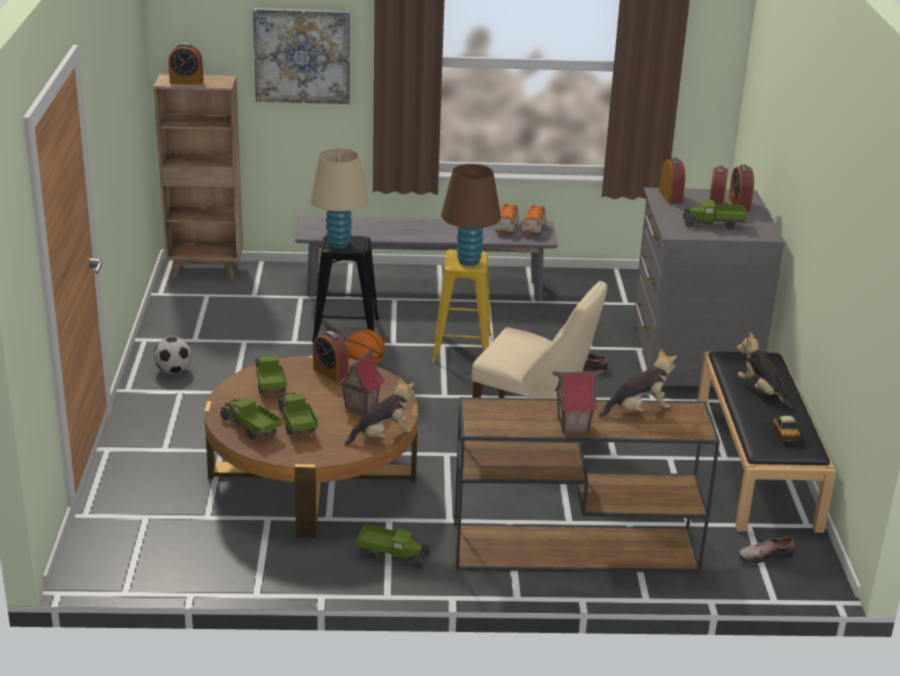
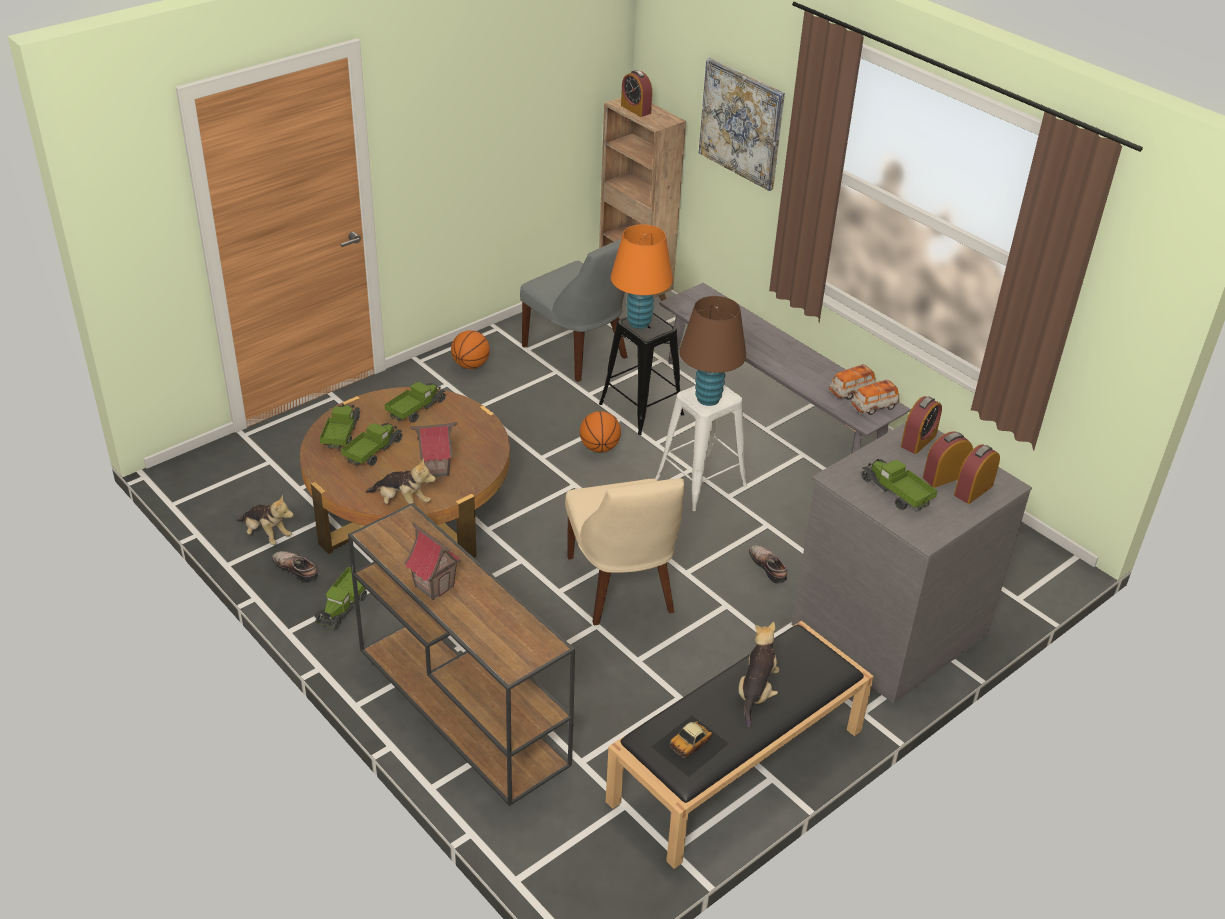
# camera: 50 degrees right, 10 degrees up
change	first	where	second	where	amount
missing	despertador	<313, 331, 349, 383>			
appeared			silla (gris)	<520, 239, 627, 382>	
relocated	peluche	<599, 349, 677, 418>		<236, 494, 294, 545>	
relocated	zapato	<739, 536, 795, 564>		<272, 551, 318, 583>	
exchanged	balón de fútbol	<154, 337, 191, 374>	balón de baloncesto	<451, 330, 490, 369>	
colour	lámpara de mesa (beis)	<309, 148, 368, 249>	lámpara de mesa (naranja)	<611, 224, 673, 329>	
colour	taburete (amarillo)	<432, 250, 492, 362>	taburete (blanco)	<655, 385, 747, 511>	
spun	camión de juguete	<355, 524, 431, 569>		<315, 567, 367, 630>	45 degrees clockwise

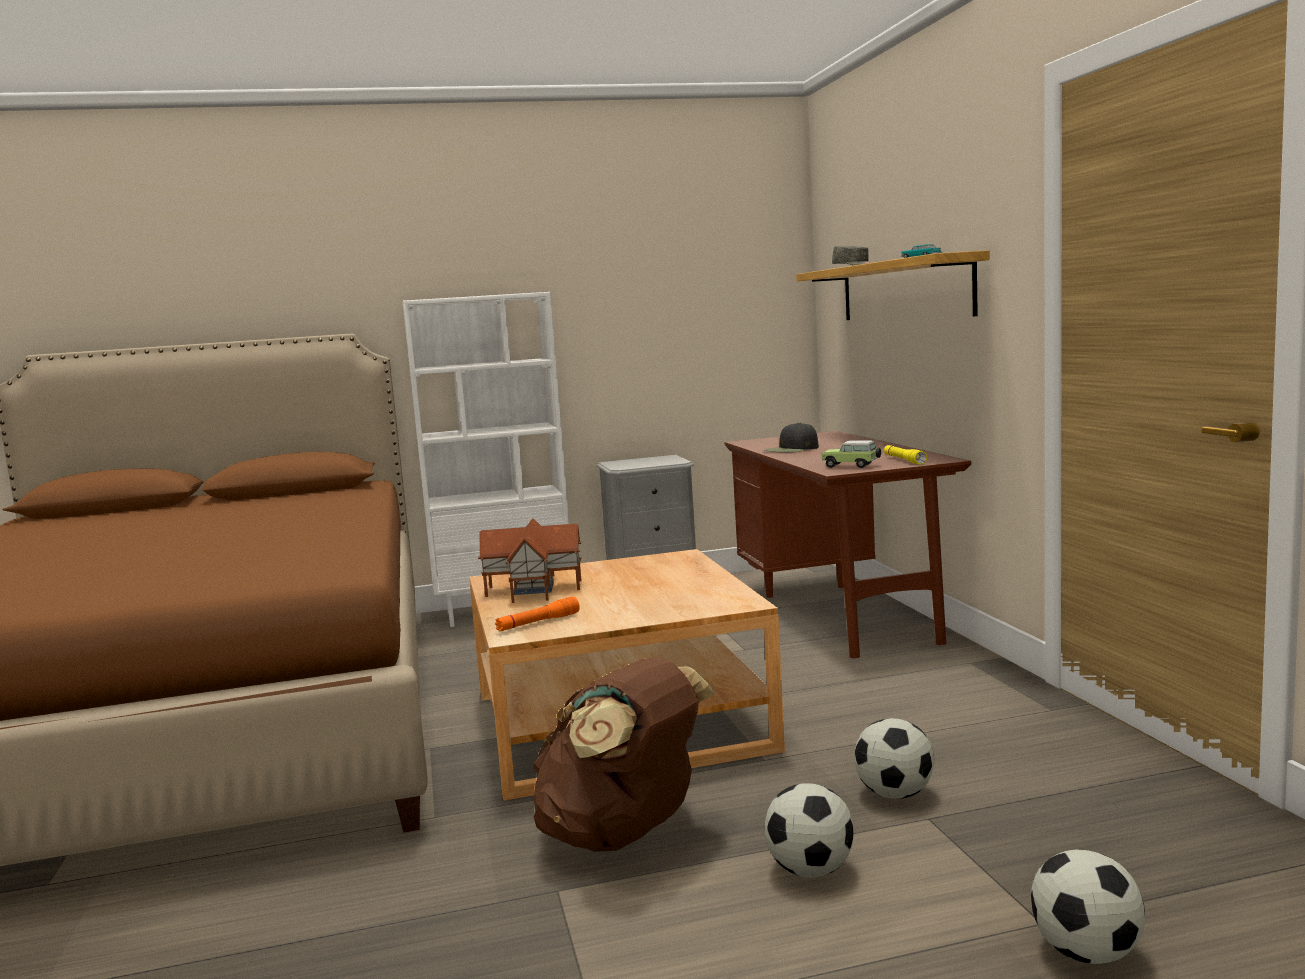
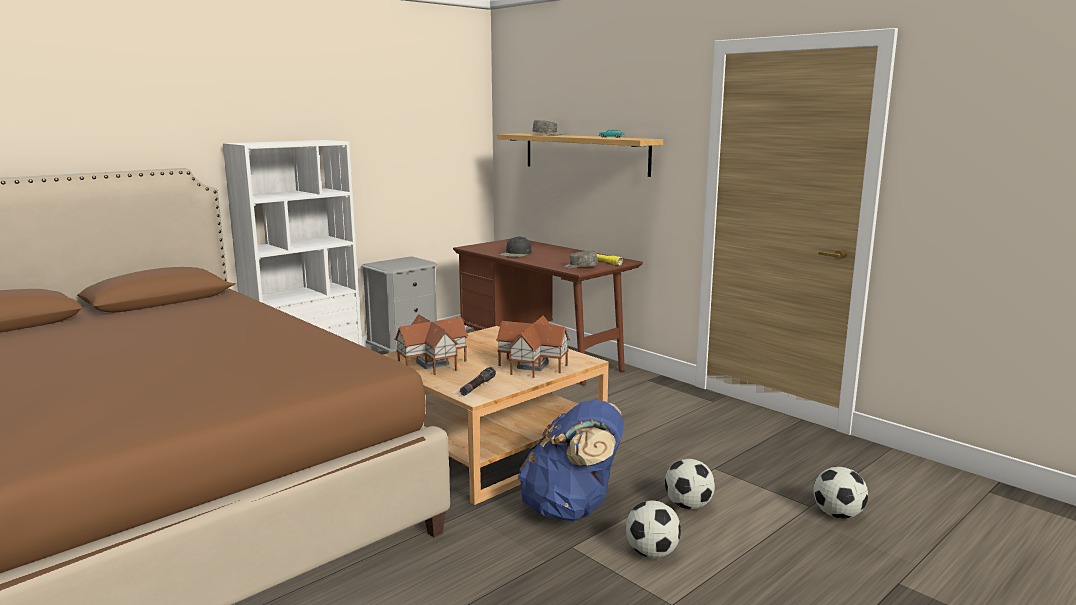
# camera: 30 degrees left, 5 degrees up
change	first	where	second	where	amount
appeared			casita	<496, 316, 570, 378>	
relocated	balón de fútbol	<854, 718, 934, 799>		<626, 500, 681, 558>	
exchanged	coche de juguete	<821, 440, 881, 468>	gorra (gris)	<563, 250, 598, 269>	
colour	linterna (naranja)	<495, 597, 580, 632>	linterna (negro)	<460, 367, 496, 396>	
colour	mochila (marrón)	<533, 657, 715, 852>	mochila (azul)	<518, 400, 624, 521>	

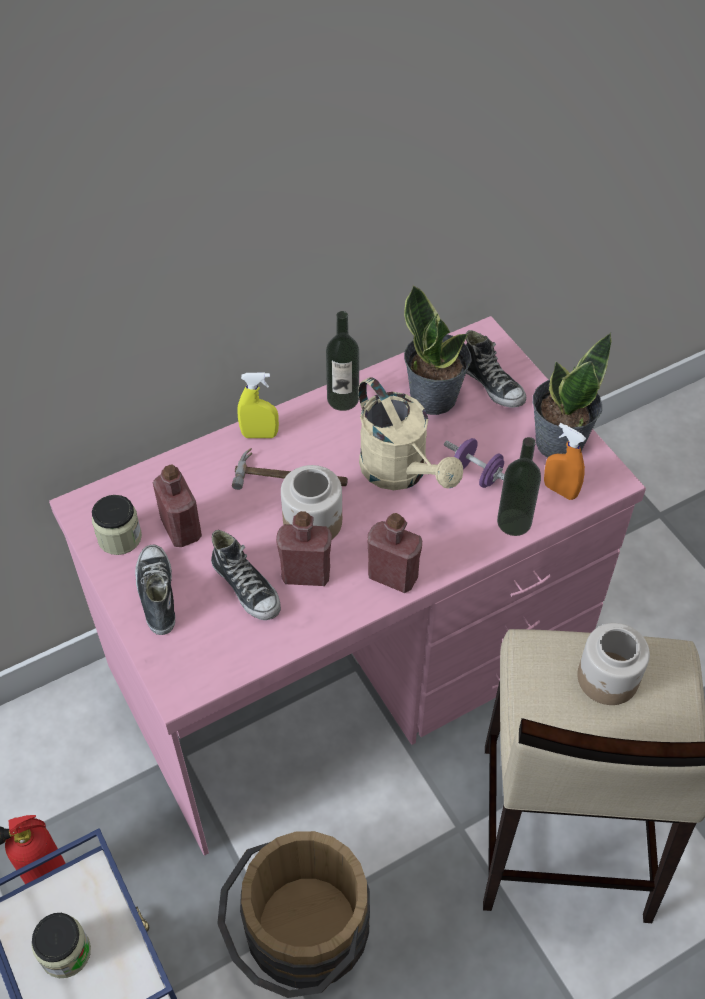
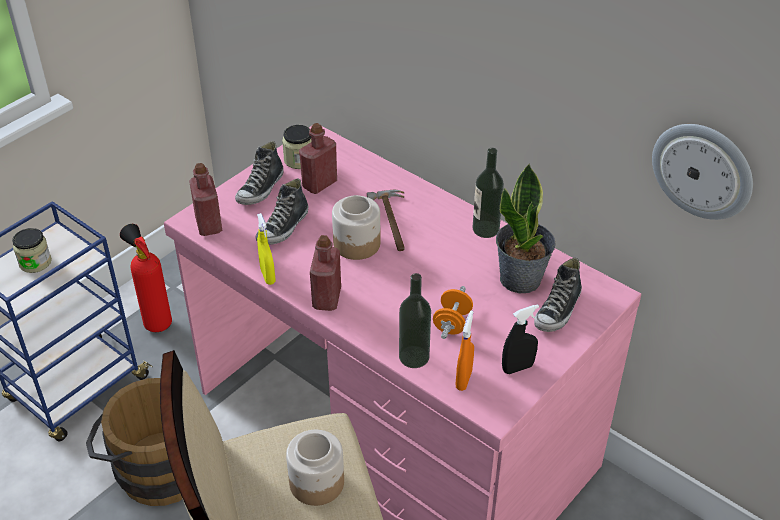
# camera: 70 degrees right, 10 degrees down
change	first	where	second	where	amount
missing	regadera (beis)	<358, 377, 463, 490>			
appeared			reloj de pared	<652, 124, 753, 220>	
relocated	pulverizador (amarillo)	<237, 373, 279, 438>		<257, 213, 275, 285>	
relocated	botella (rojo)	<276, 511, 332, 586>		<189, 163, 222, 236>	
exchanged	planta en maceta	<533, 333, 612, 458>	pulverizador (negro)	<502, 304, 539, 374>	
colour	mancuerna (morado)	<444, 438, 505, 488>	mancuerna (naranja)	<433, 286, 473, 339>	
spun	zapato	<135, 545, 175, 635>		<235, 141, 284, 205>	150 degrees clockwise

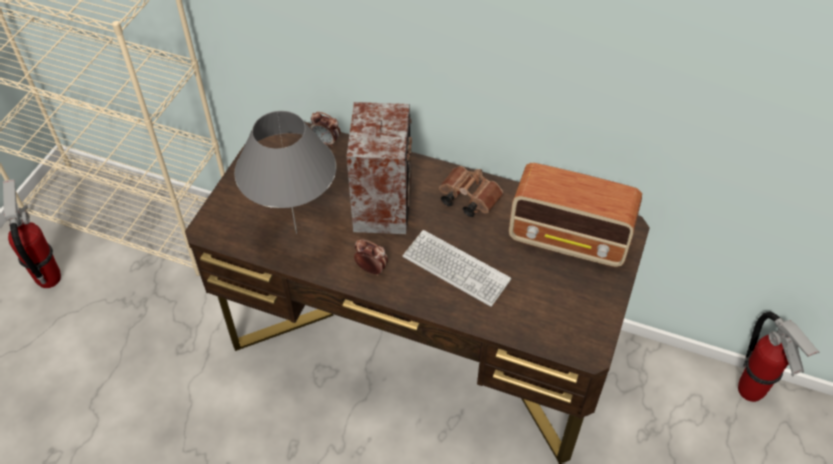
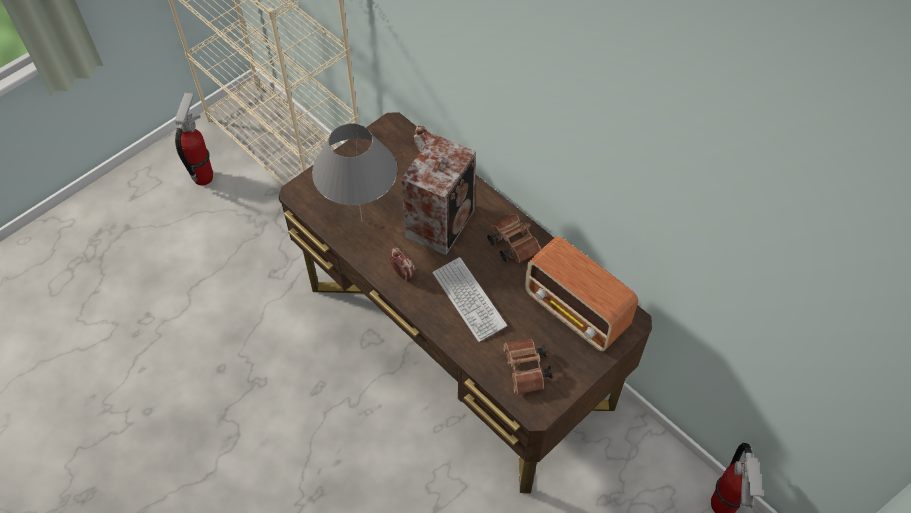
# camera: 25 degrees right, 5 degrees up
change	first	where	second	where	amount
appeared			prismáticos (marrón)	<503, 339, 553, 395>	

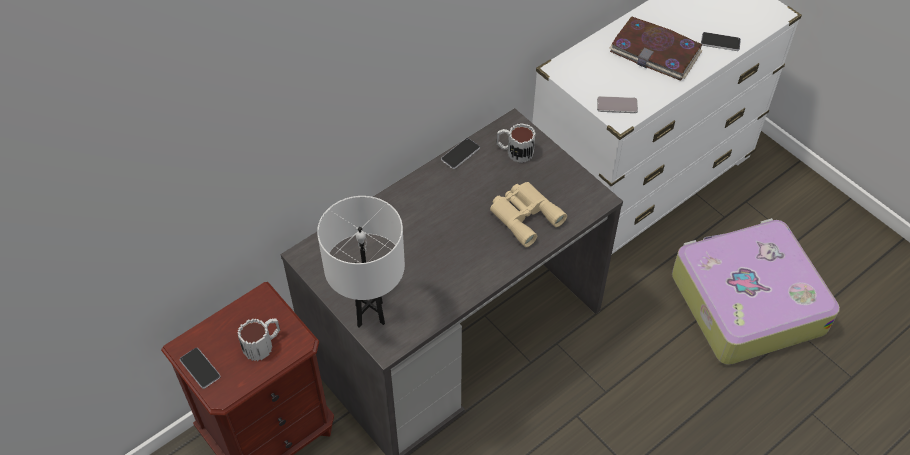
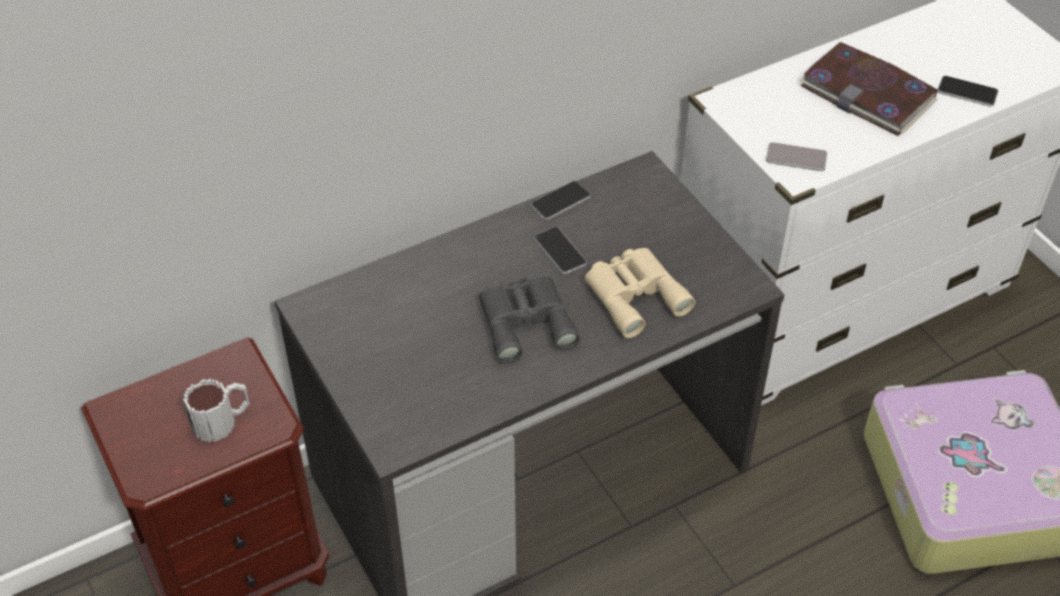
# camera: 10 degrees right, 5 degrees down
change	first	where	second	where	amount
missing	lámpara de mesa (blanco)	<317, 196, 405, 328>			
missing	taza grande	<497, 123, 536, 163>			
appeared			prismáticos (gris)	<479, 275, 580, 364>	
relocated	móvil	<180, 348, 221, 389>		<534, 227, 587, 274>	

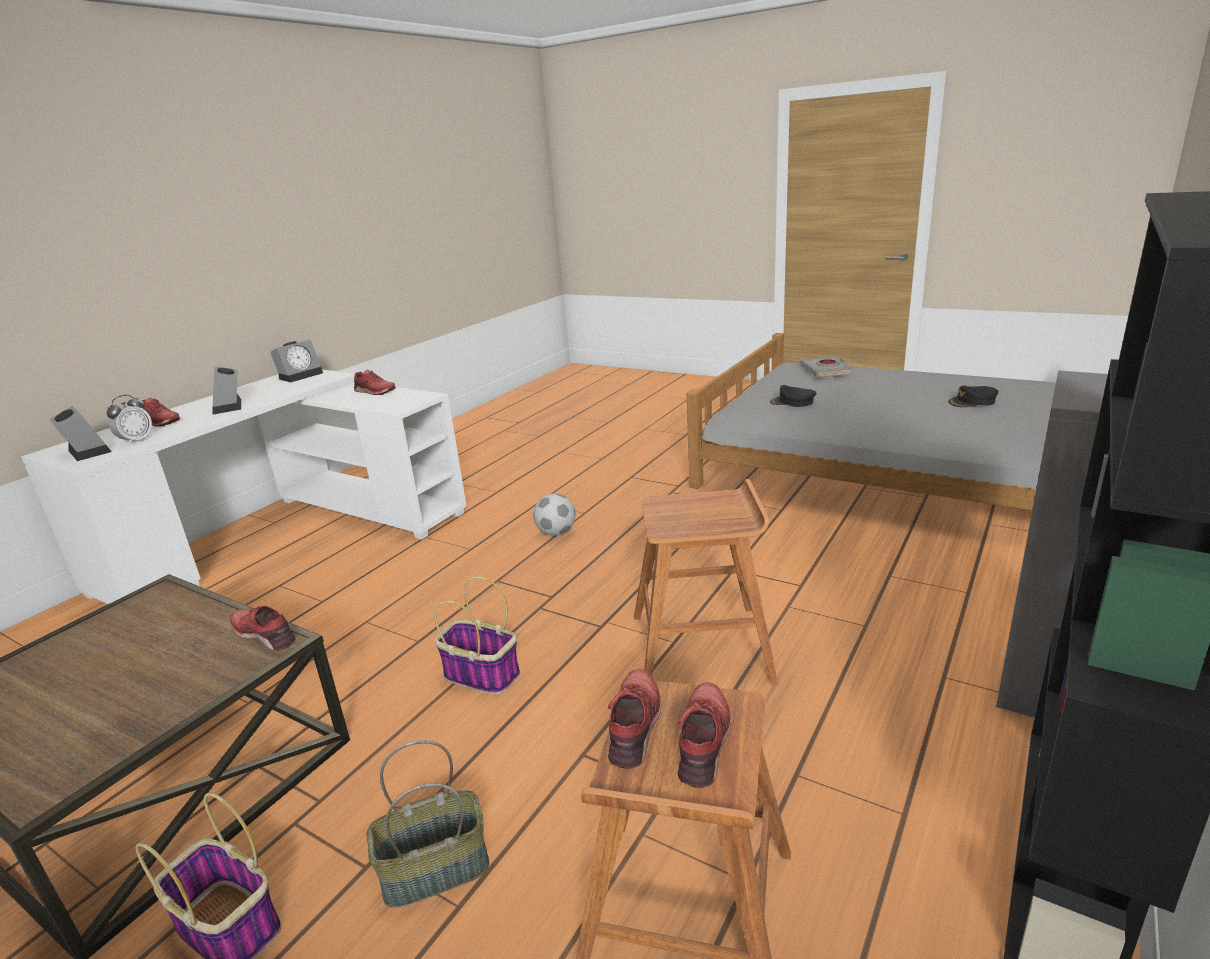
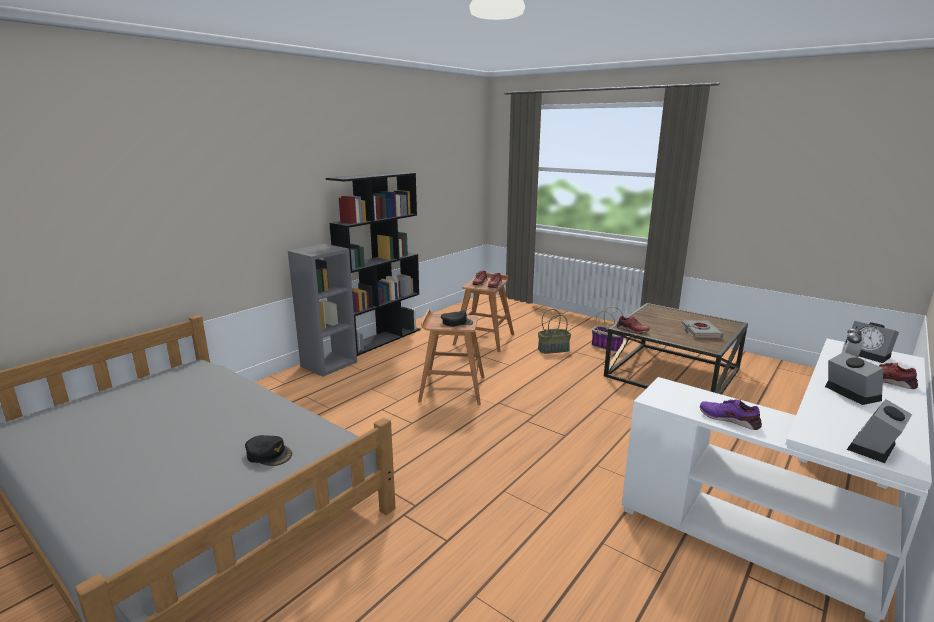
# camera: 175 degrees left, 5 degrees down
change	first	where	second	where	amount
missing	cesta	<434, 576, 520, 695>			
missing	balón de fútbol	<533, 494, 575, 536>			
relocated	libro (gris)	<800, 356, 853, 378>		<681, 320, 723, 338>	
relocated	gorra (negro)	<948, 385, 999, 407>		<441, 310, 473, 327>	
colour	zapato (rojo)	<354, 370, 396, 395>	zapato (morado)	<700, 399, 762, 430>	

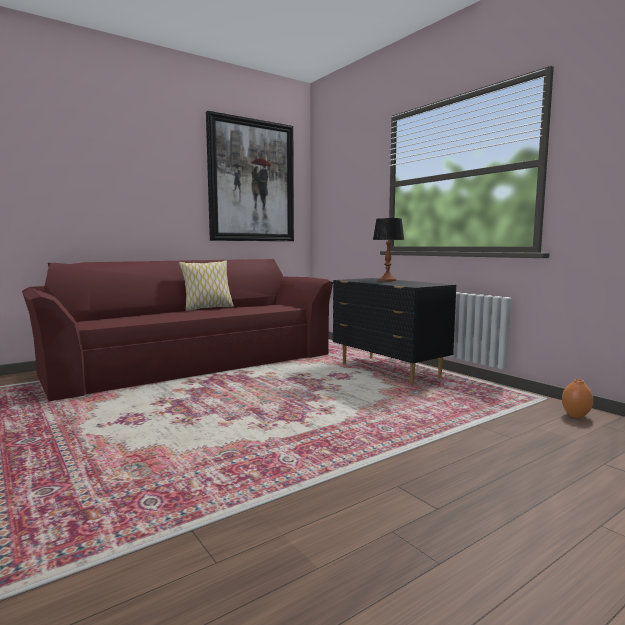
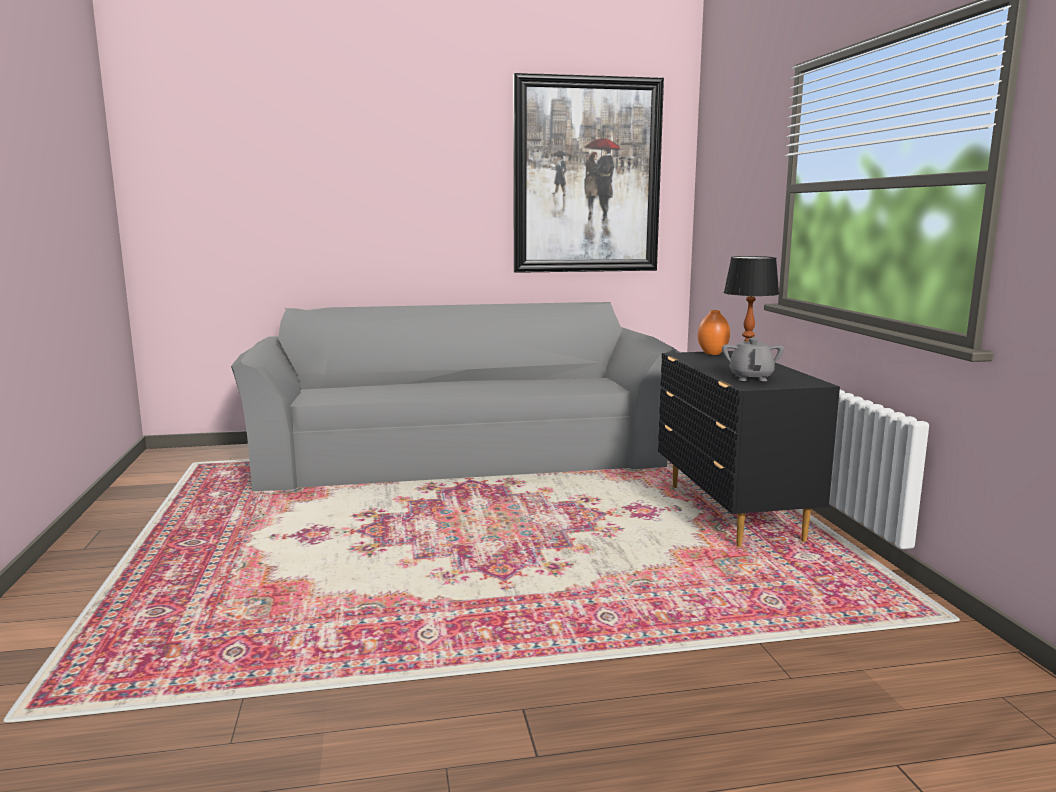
# camera: 25 degrees right, 5 degrees up
change	first	where	second	where	amount
missing	cojín	<179, 261, 234, 311>			
appeared			tetera (gris)	<722, 338, 784, 381>	
relocated	florero (naranja)	<562, 379, 593, 418>		<697, 310, 730, 355>	
colour	sofá (rojo)	<22, 259, 333, 401>	sofá (gris)	<231, 302, 680, 491>	

